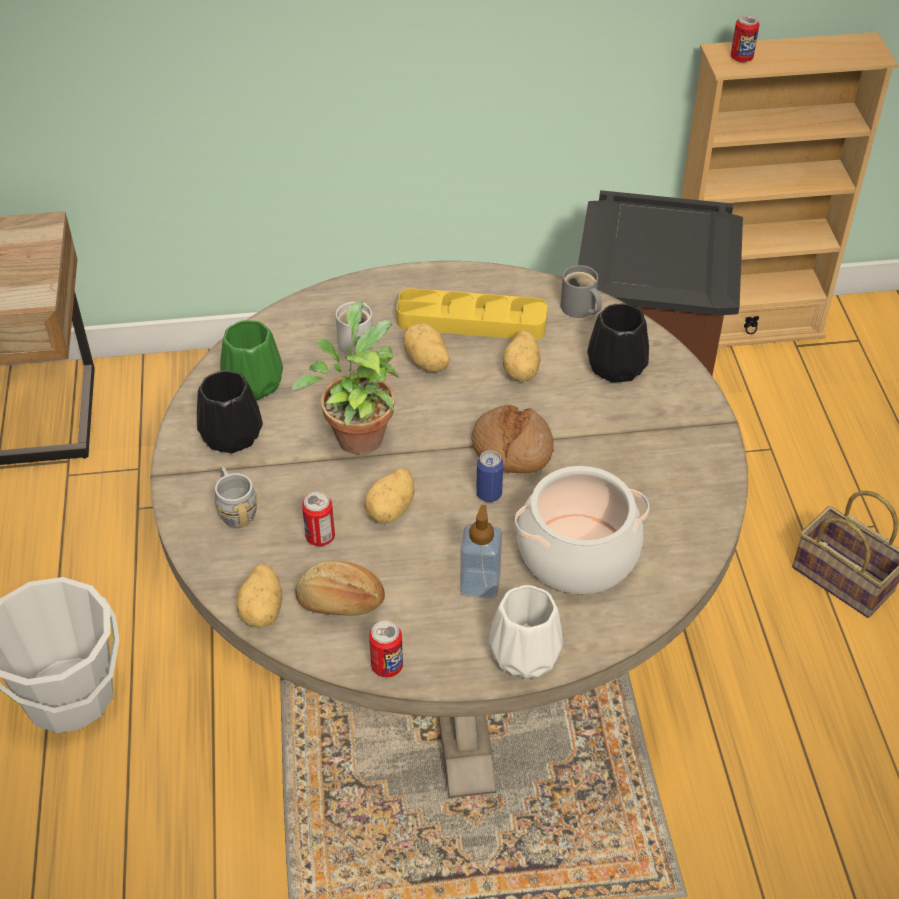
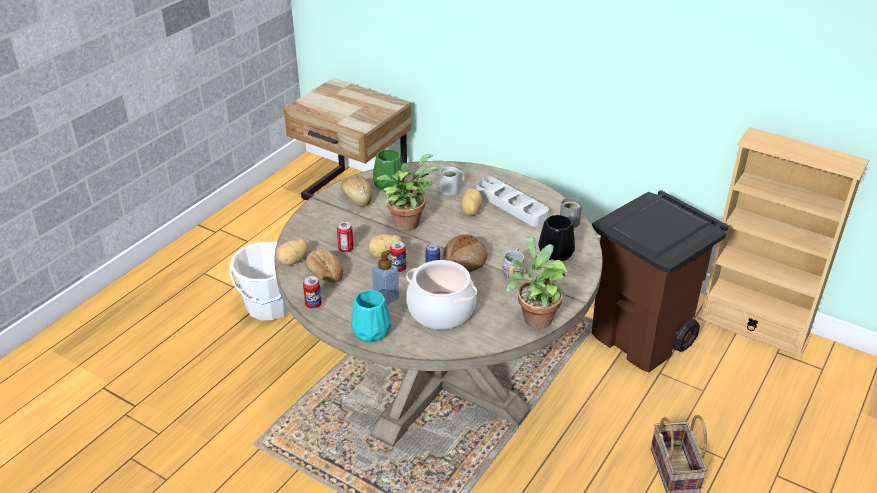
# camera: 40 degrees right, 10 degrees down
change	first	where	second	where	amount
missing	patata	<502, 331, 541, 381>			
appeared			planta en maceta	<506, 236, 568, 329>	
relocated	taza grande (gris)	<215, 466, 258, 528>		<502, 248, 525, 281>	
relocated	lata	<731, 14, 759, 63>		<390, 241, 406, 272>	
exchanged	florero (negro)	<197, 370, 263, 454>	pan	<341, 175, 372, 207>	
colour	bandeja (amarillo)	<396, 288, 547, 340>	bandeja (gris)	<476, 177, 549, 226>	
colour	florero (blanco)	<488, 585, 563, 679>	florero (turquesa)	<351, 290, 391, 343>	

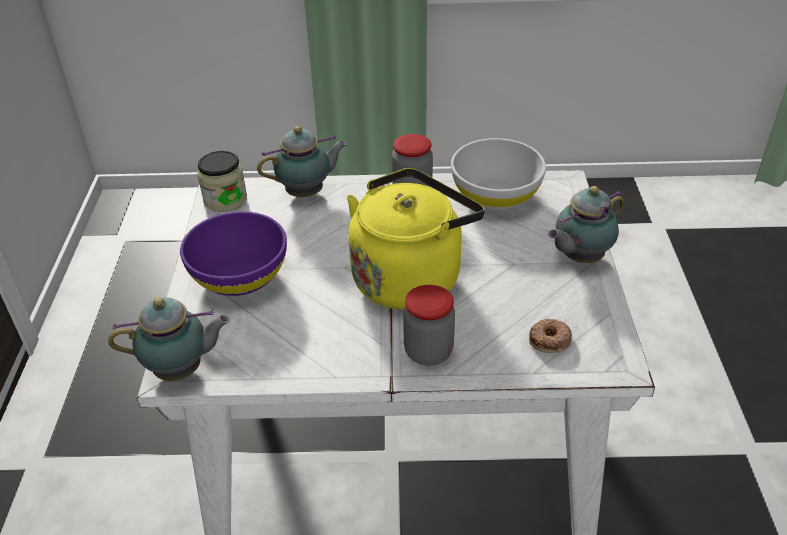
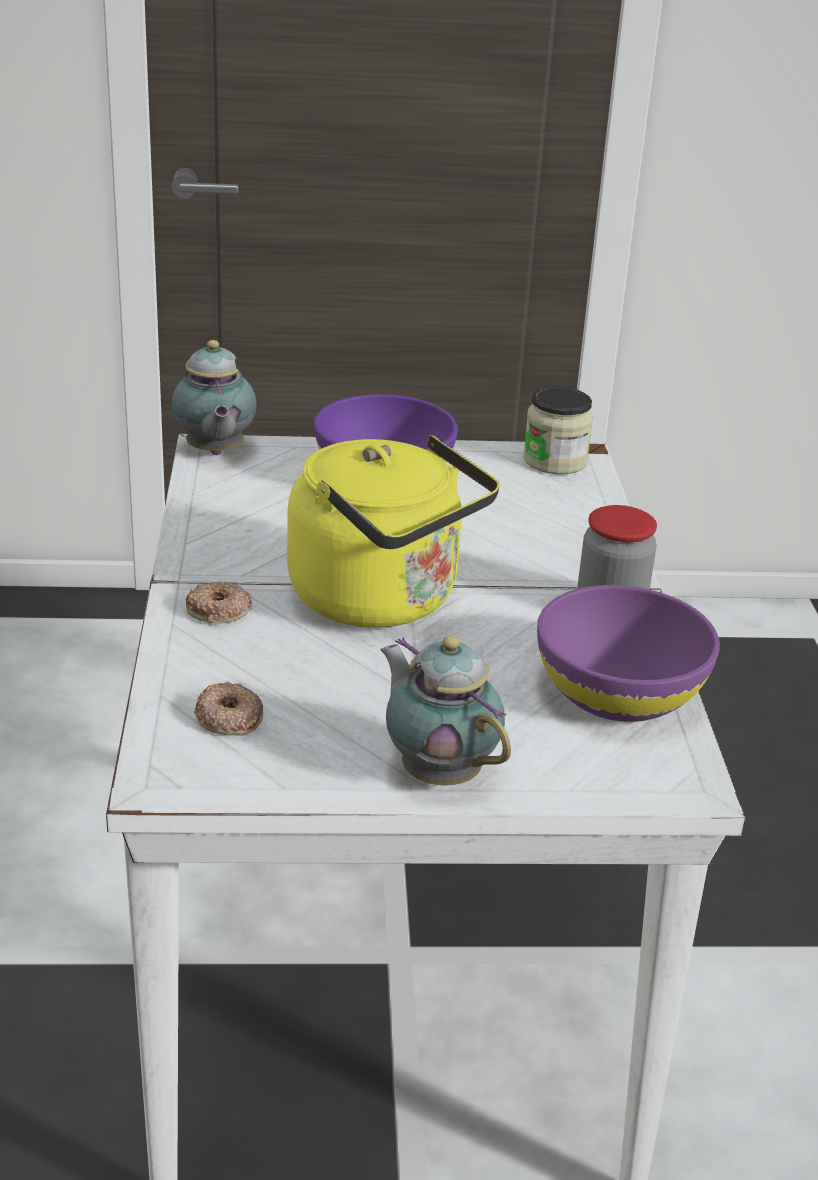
# camera: 85 degrees right, 10 degrees down
change	first	where	second	where	amount
missing	tetera	<257, 126, 347, 197>			
exchanged	tarro	<403, 285, 455, 366>	rosquilla	<186, 581, 252, 623>	
colour	cuenco (blanco)	<451, 138, 546, 210>	cuenco (morado)	<537, 585, 720, 722>	

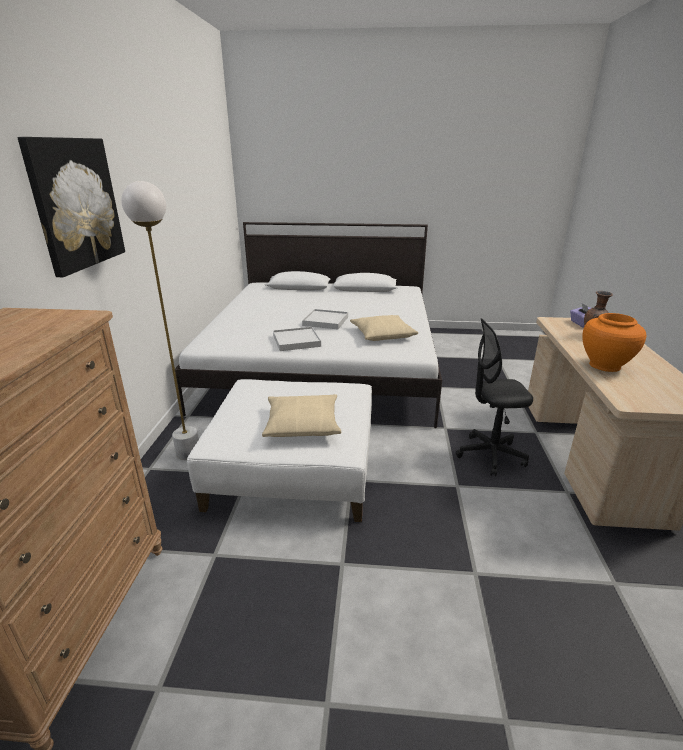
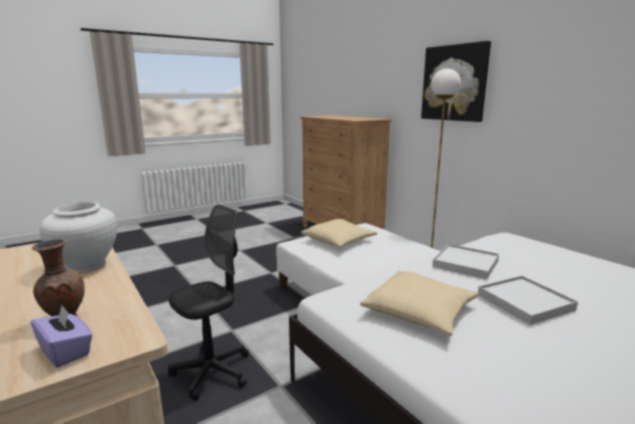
# camera: 140 degrees right, 10 degrees down
change	first	where	second	where	amount
colour	florero (naranja)	<582, 313, 646, 372>	florero (blanco)	<39, 202, 118, 273>	

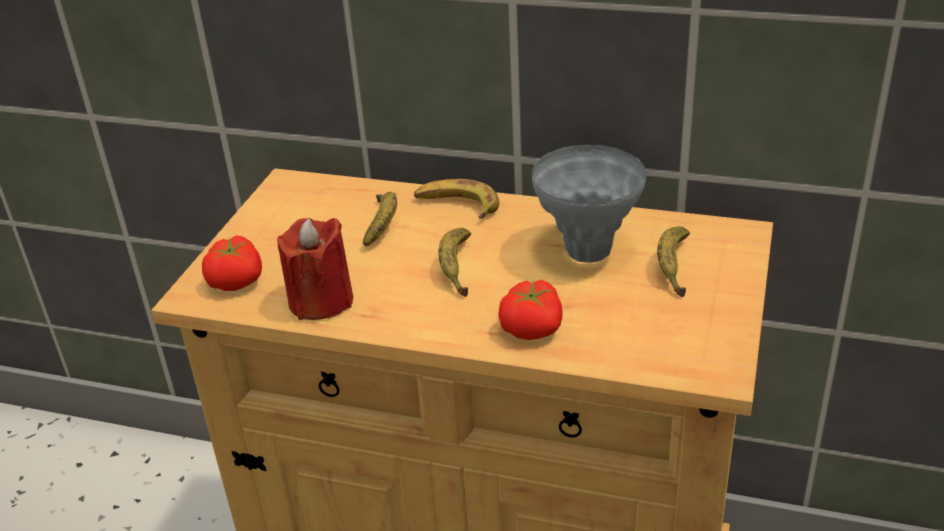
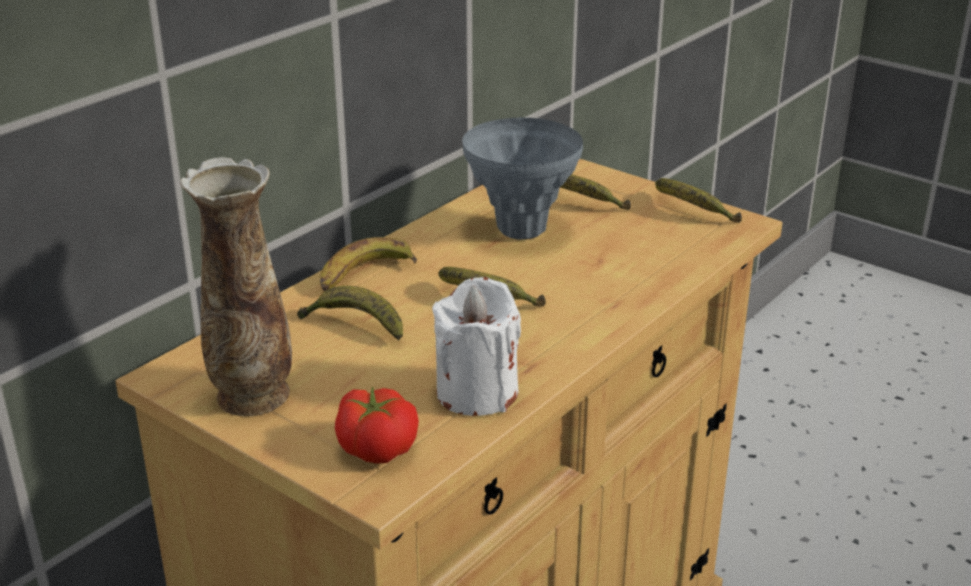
# camera: 70 degrees left, 5 degrees down
change	first	where	second	where	amount
missing	tomate	<498, 280, 563, 340>			
appeared			florero	<180, 157, 292, 416>	
appeared			plátano	<655, 178, 742, 223>	
colour	vela (rojo)	<277, 218, 353, 320>	vela (blanco)	<432, 277, 521, 416>	

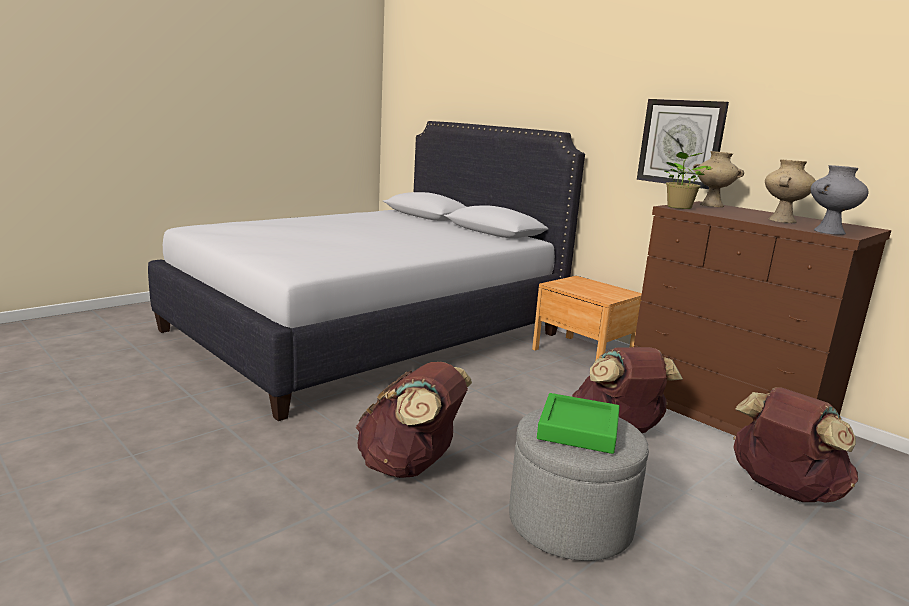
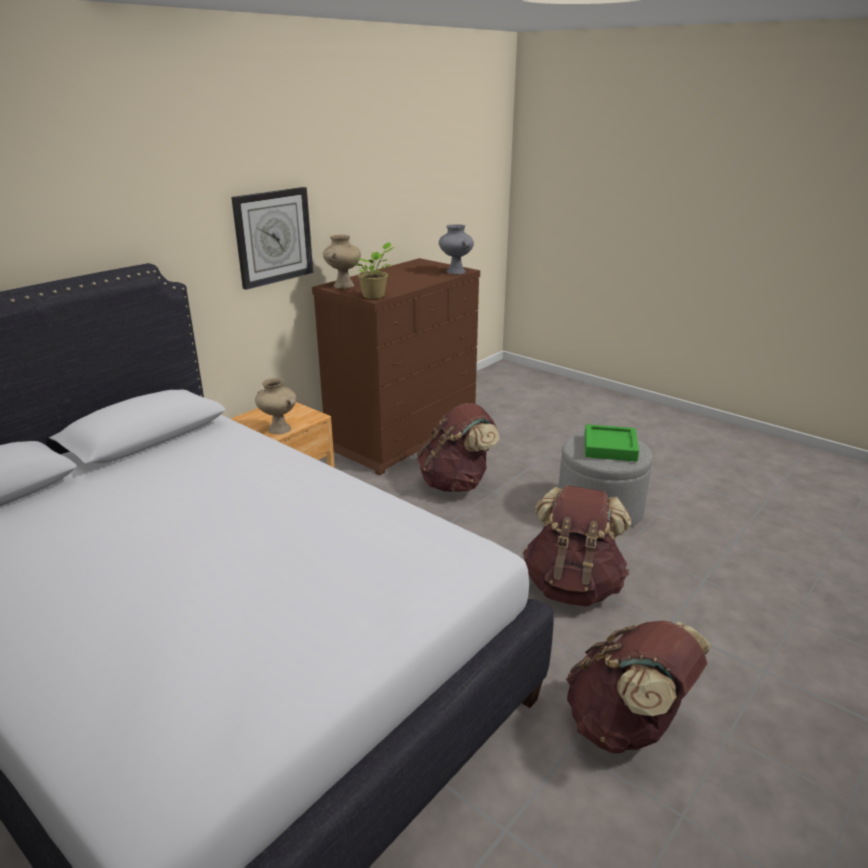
# camera: 95 degrees left, 10 degrees up
change	first	where	second	where	amount
relocated	mochila (marrón)	<733, 388, 858, 503>		<566, 620, 711, 753>	
relocated	florero (beis)	<765, 160, 816, 223>		<255, 378, 297, 434>	

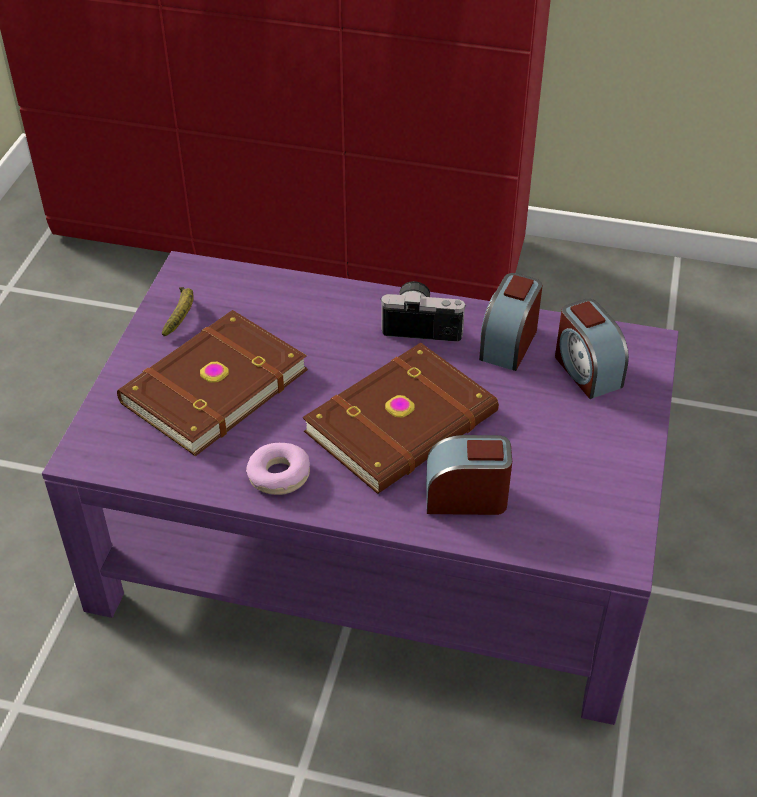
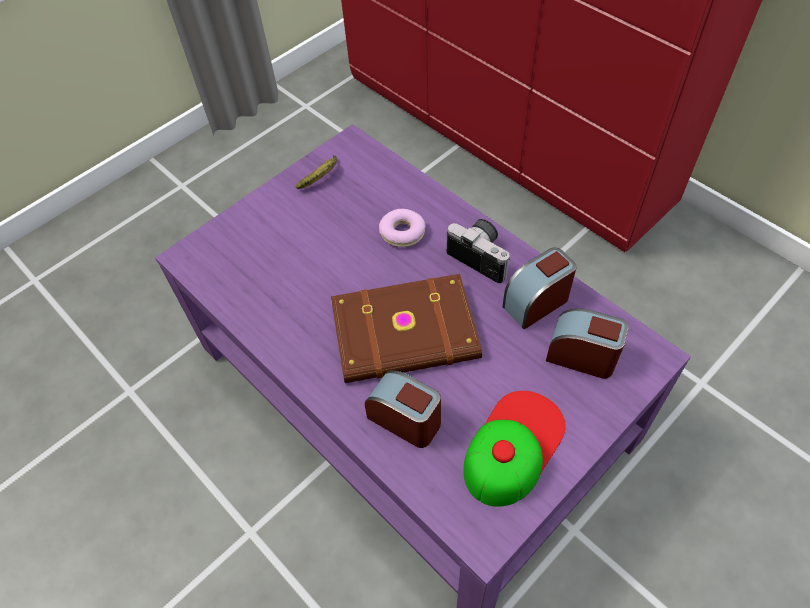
# camera: 35 degrees right, 10 degrees up
change	first	where	second	where	amount
missing	libro (marrón)	<117, 310, 308, 456>			
appeared			gorra	<463, 391, 566, 507>	
relocated	rosquilla	<246, 443, 310, 495>		<379, 209, 426, 247>	
spun	despertador	<555, 299, 629, 399>		<546, 308, 629, 379>	105 degrees clockwise

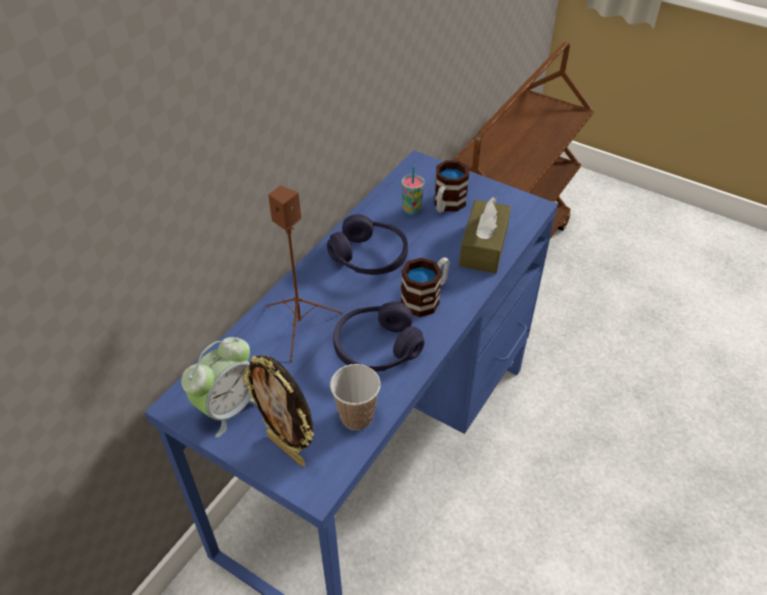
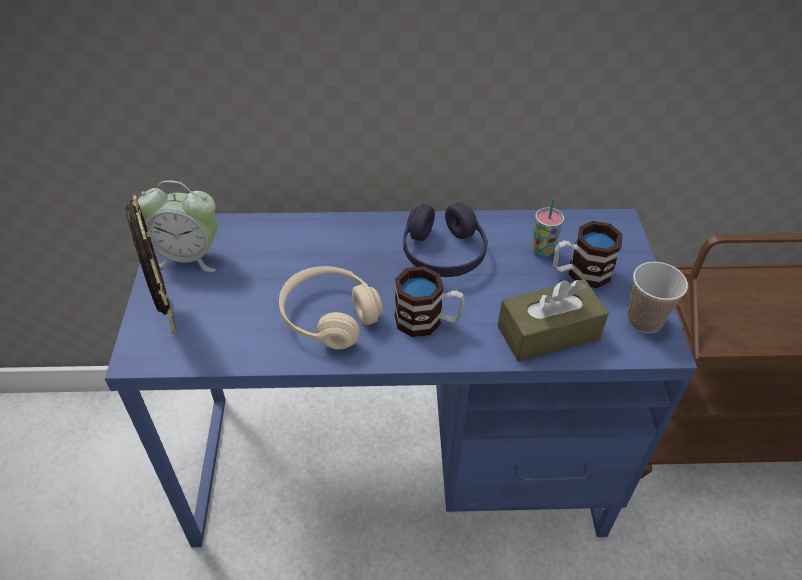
# camera: 55 degrees right, 0 degrees up
change	first	where	second	where	amount
missing	altavoz (marrón)	<266, 185, 344, 362>			
relocated	taza	<330, 364, 381, 430>		<628, 262, 688, 333>	
colour	auriculares (morado)	<333, 302, 424, 372>	auriculares (beis)	<279, 266, 383, 350>	
spun	portarretratos	<242, 355, 314, 466>		<125, 194, 177, 335>	150 degrees clockwise

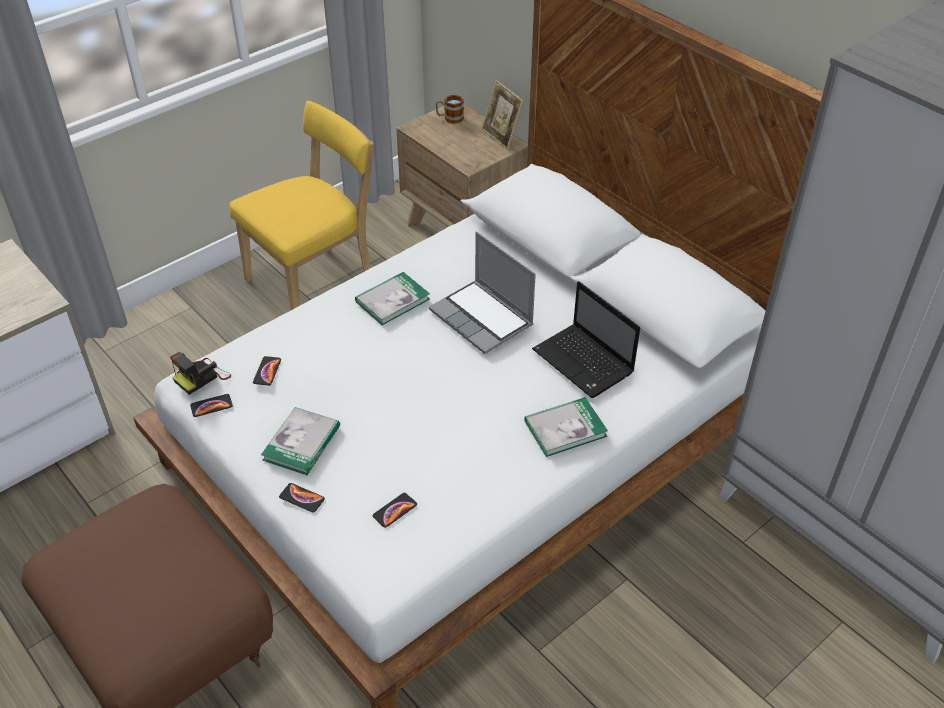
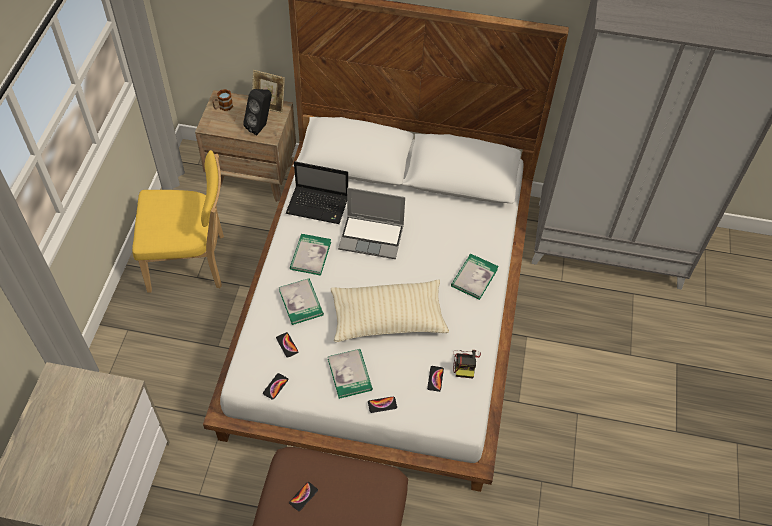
# camera: 40 degrees left, 10 degrees up
change	first	where	second	where	amount
appeared			altavoz (negro)	<243, 89, 272, 135>	
appeared			libro	<279, 278, 324, 325>	
appeared			móvil	<289, 482, 318, 511>	
appeared			cojín (beis)	<331, 280, 449, 342>	
relocated	cámara	<170, 352, 231, 395>		<453, 350, 481, 378>	
relocated	portátil	<532, 281, 640, 398>		<286, 161, 348, 224>	
spun	silla (amarillo)	<229, 101, 374, 310>		<132, 150, 224, 293>	75 degrees clockwise

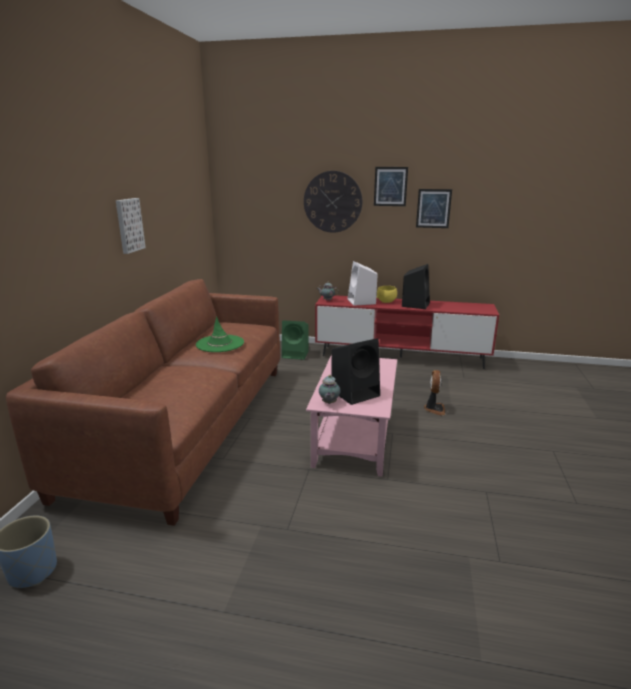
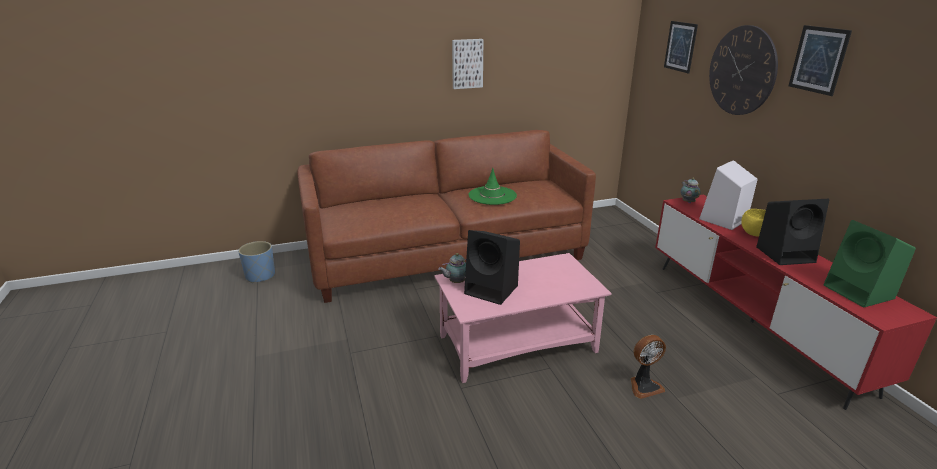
# camera: 60 degrees right, 5 degrees up
change	first	where	second	where	amount
relocated	altavoz (verde)	<282, 320, 309, 360>		<823, 220, 916, 307>	
relocated	cuadro	<416, 189, 452, 228>		<664, 21, 698, 74>	

